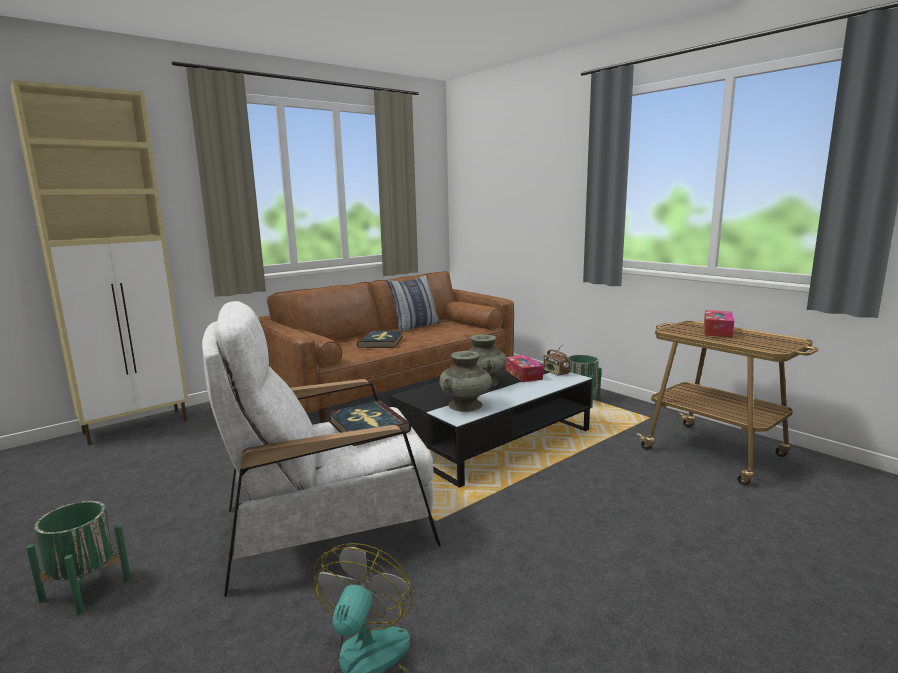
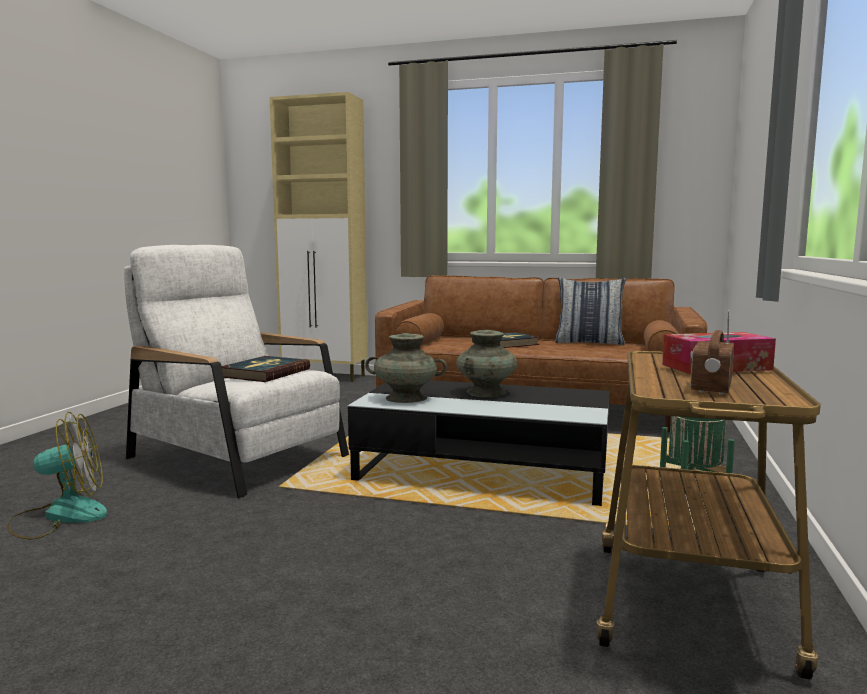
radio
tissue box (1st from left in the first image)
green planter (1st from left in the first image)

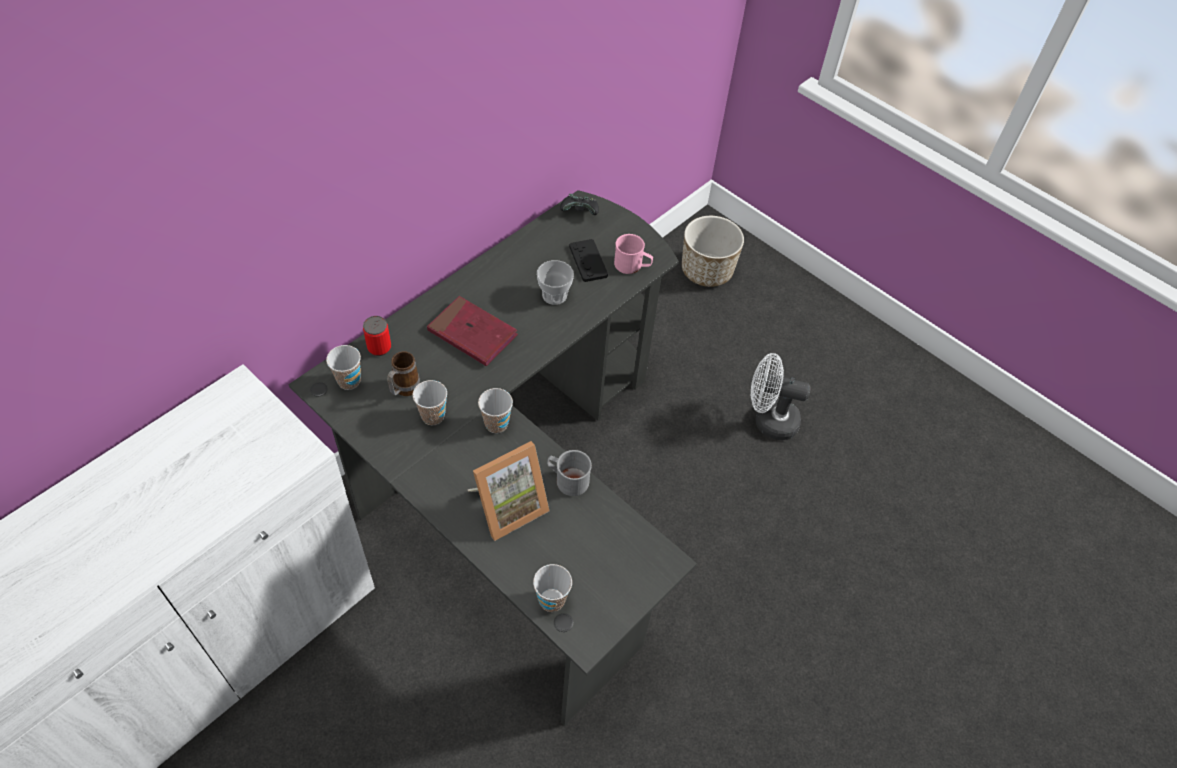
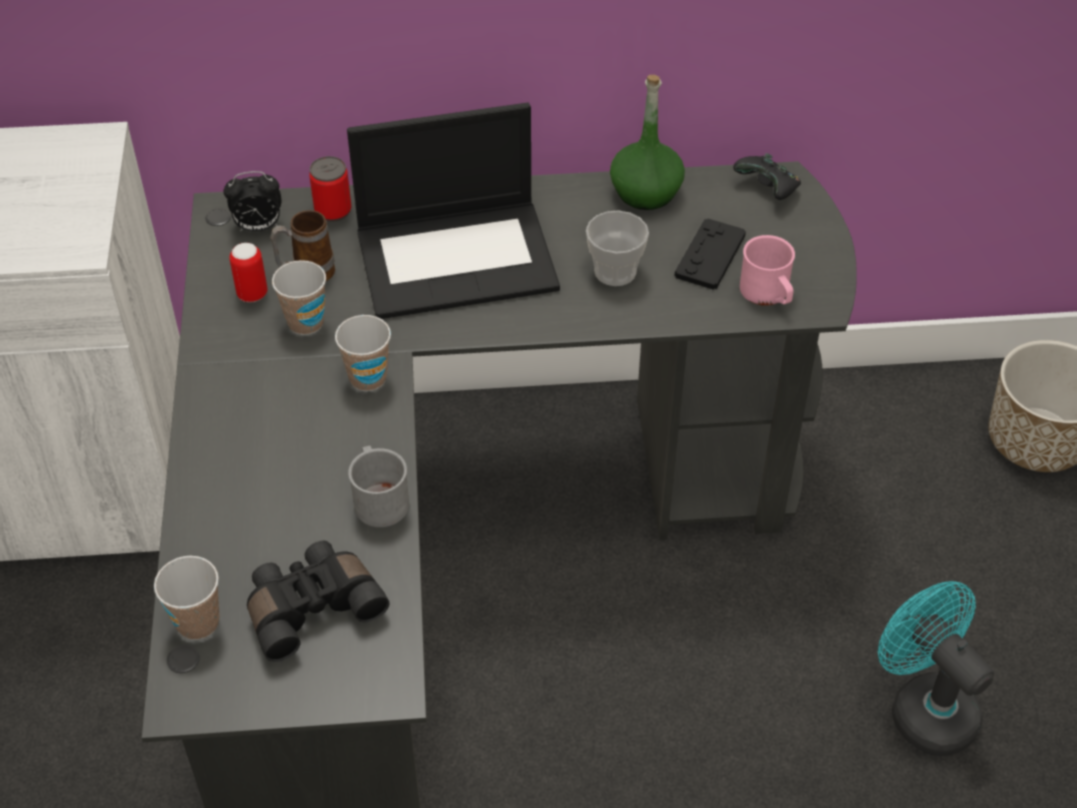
laptop
alarm clock
turquoise fan
picture frame
green bottle
can (1st from left)
black binoculars

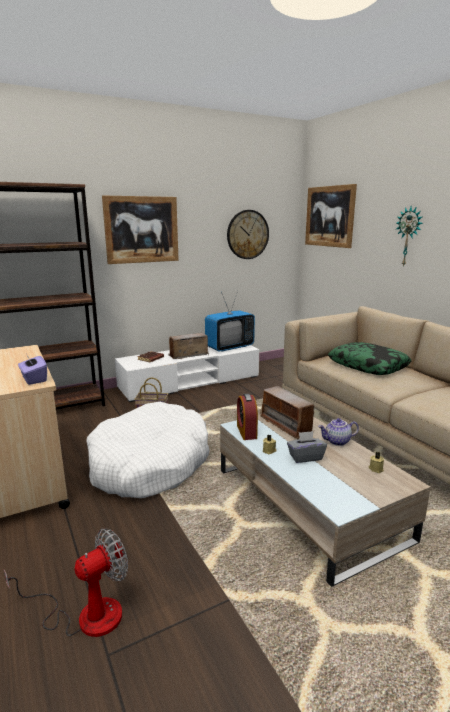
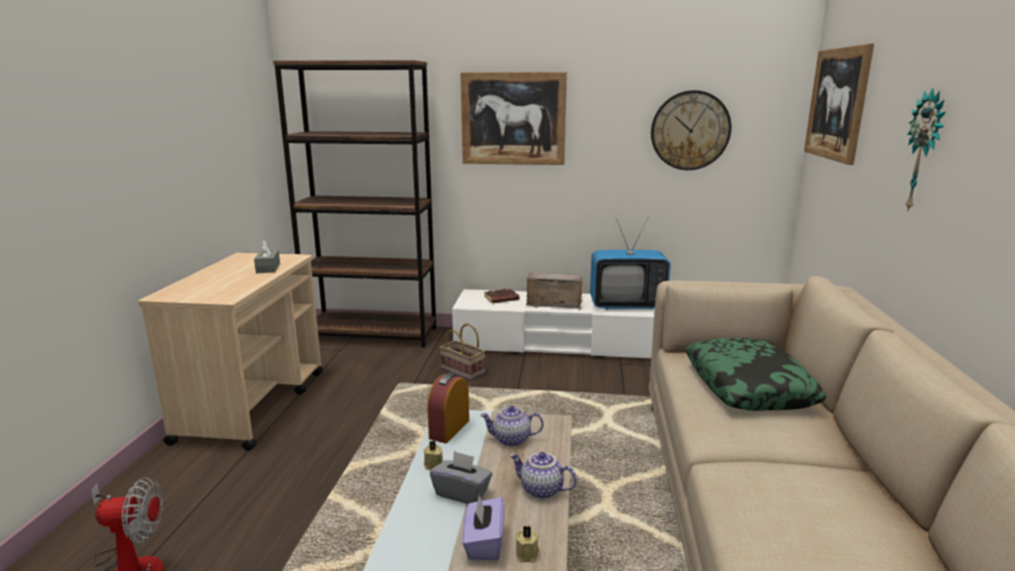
purple tissue box
teapot (1st from left)
white dog bed
grey tissue box (1st from left)

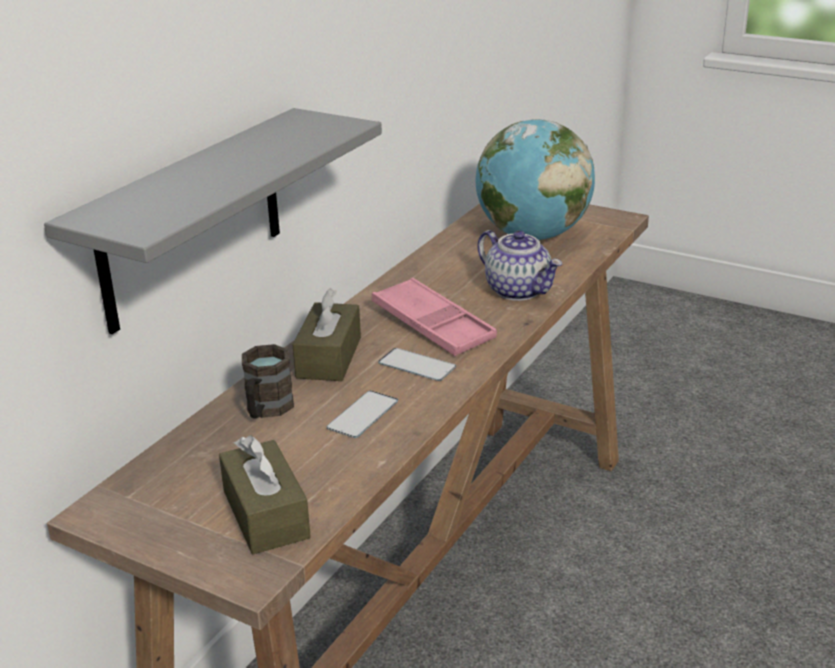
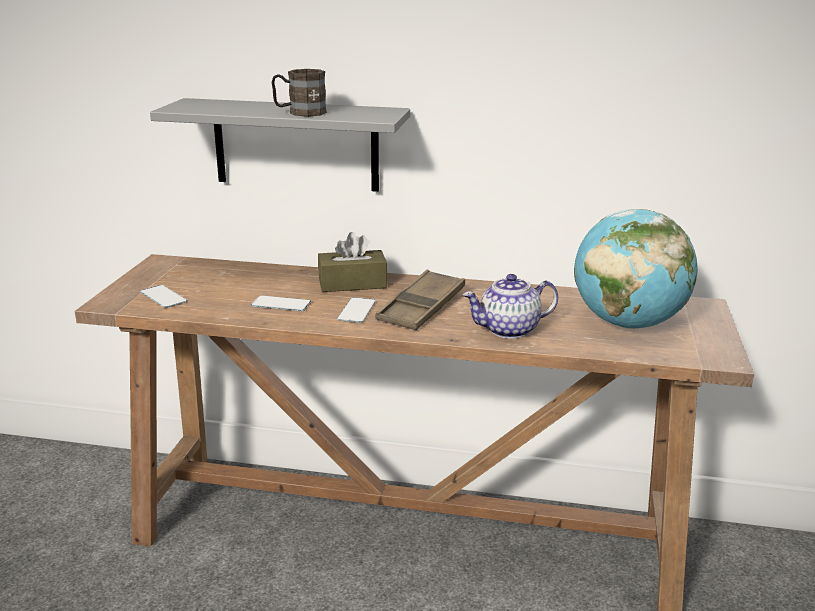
teapot
brown tray
brown mug
phone (1st from left)

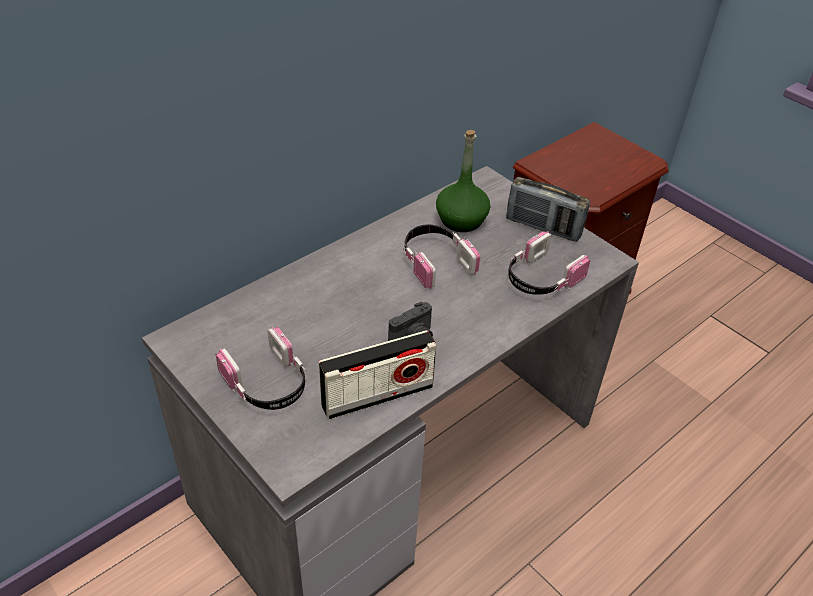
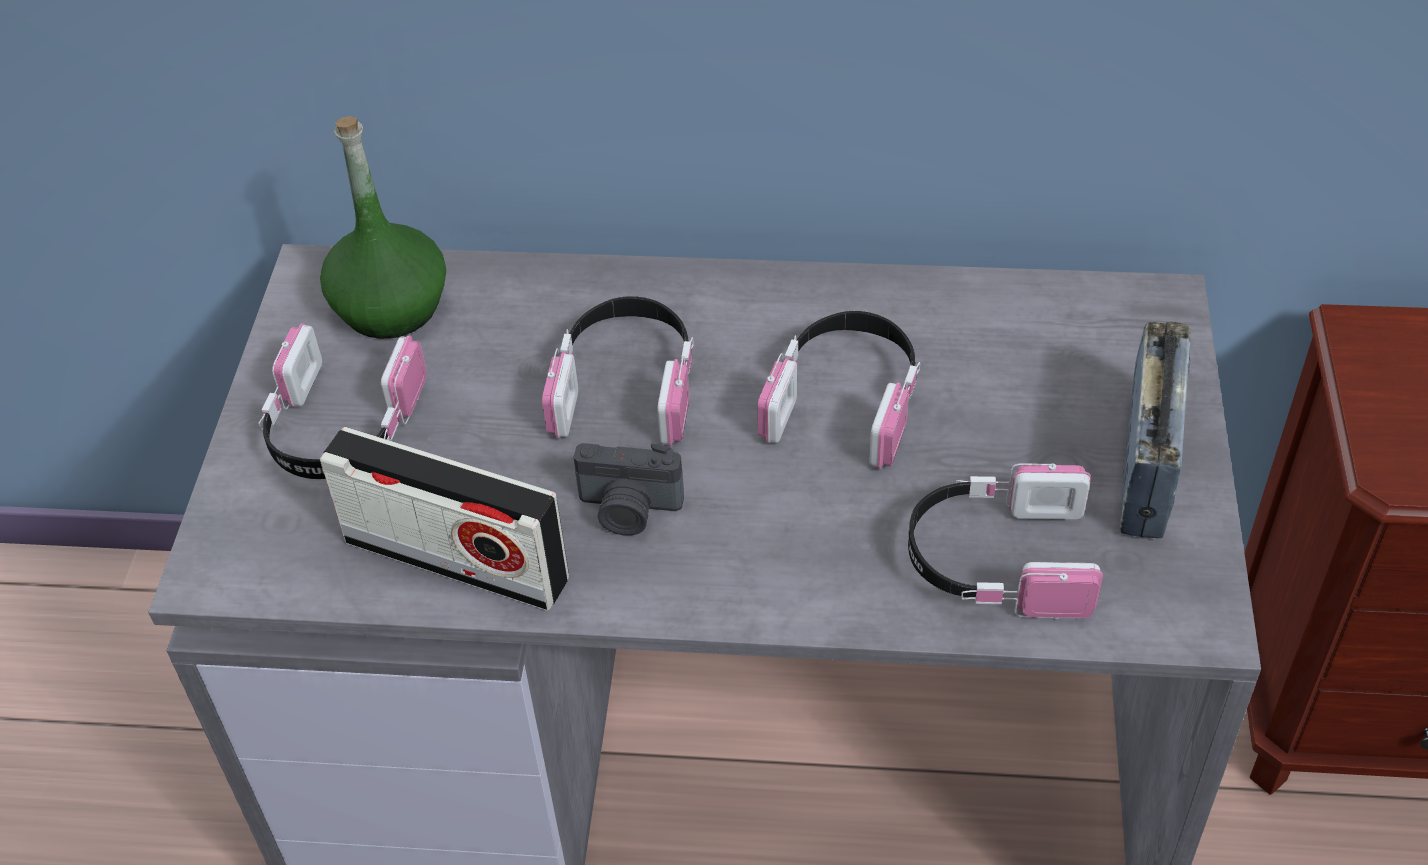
green bottle
radio (2nd from left)
headphones (2nd from left)

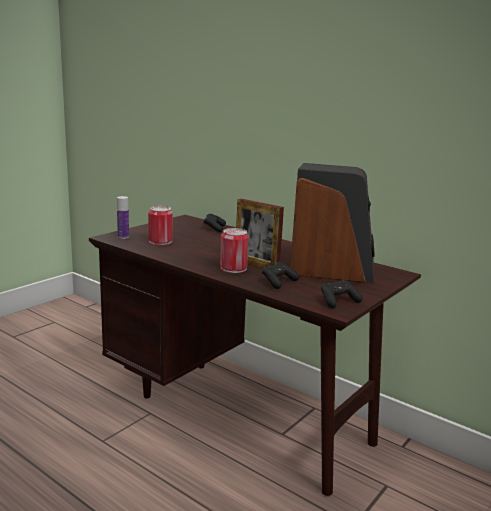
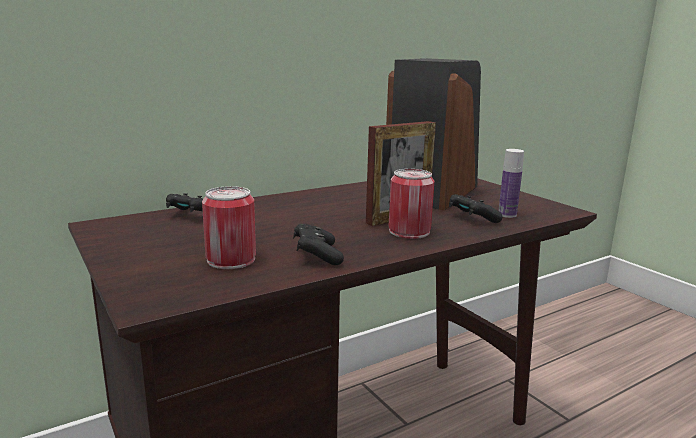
bottle
black game controller (2nd from left)

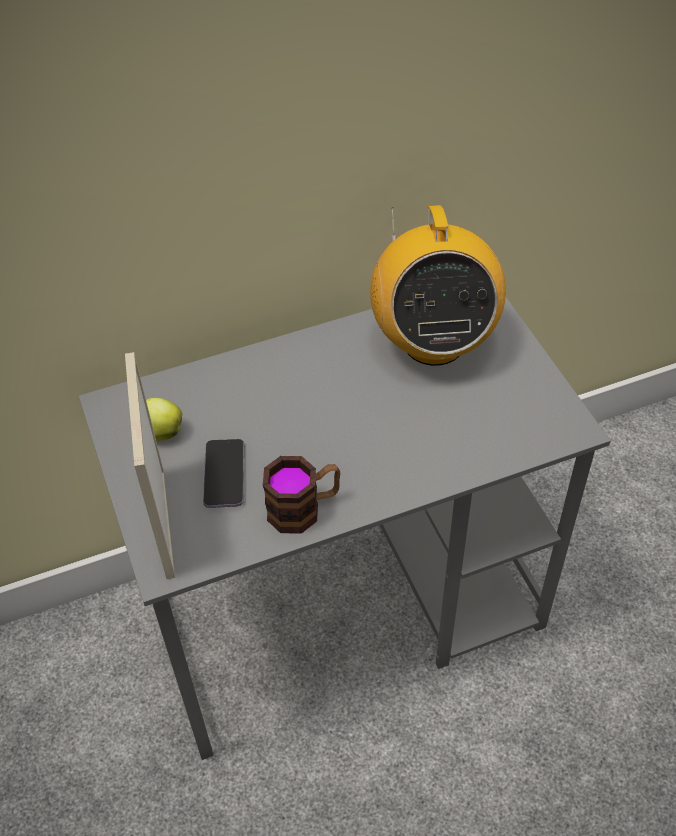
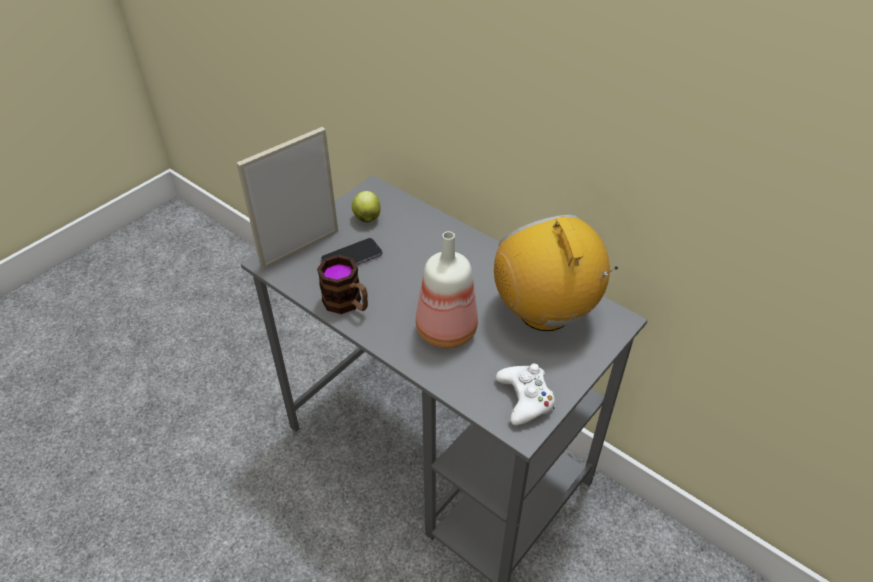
radio
bottle
white game controller

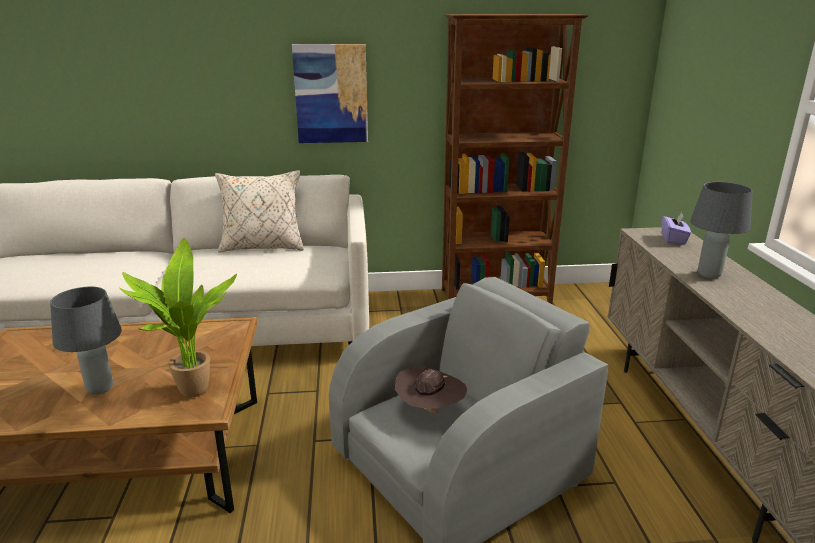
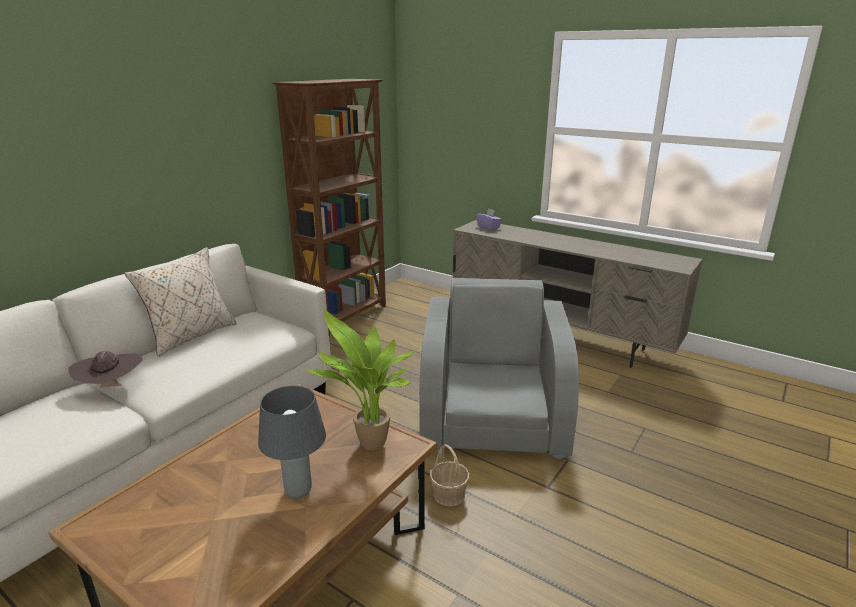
picture
grey table lamp (2nd from left in the first image)
brown hat
basket

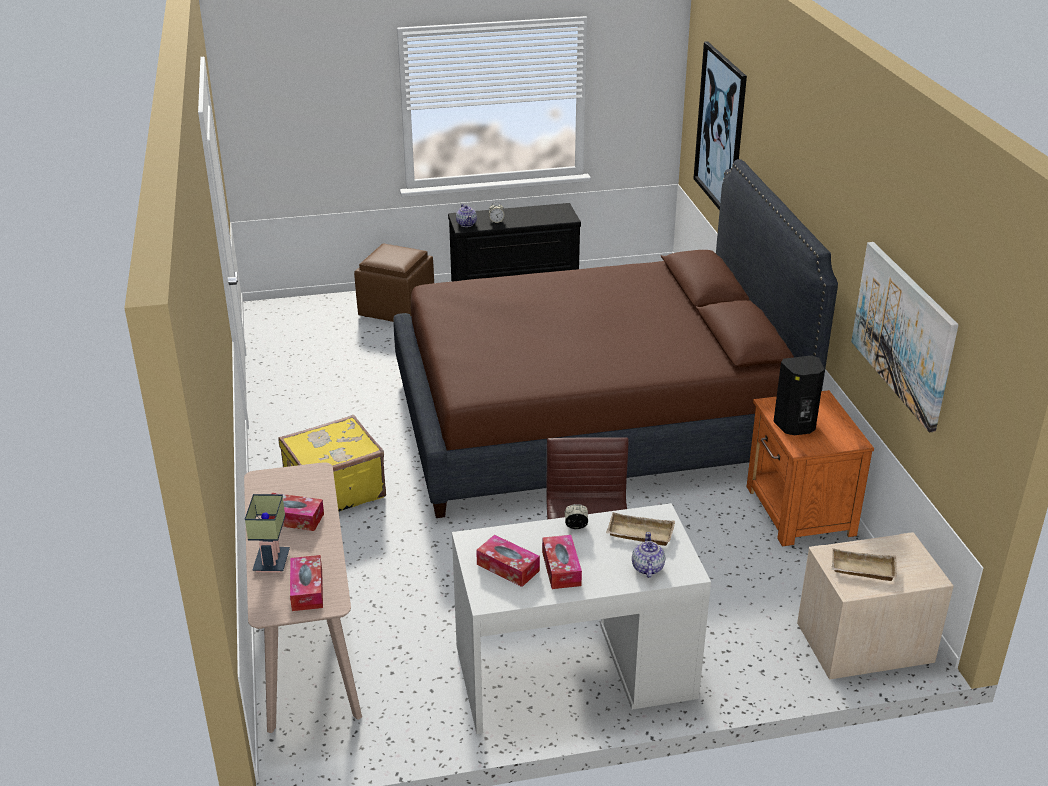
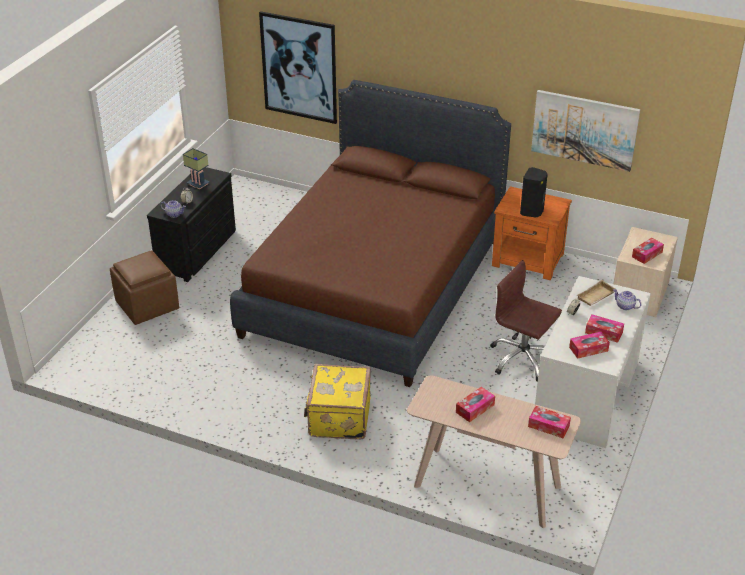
table lamp
tissue box (5th from left)

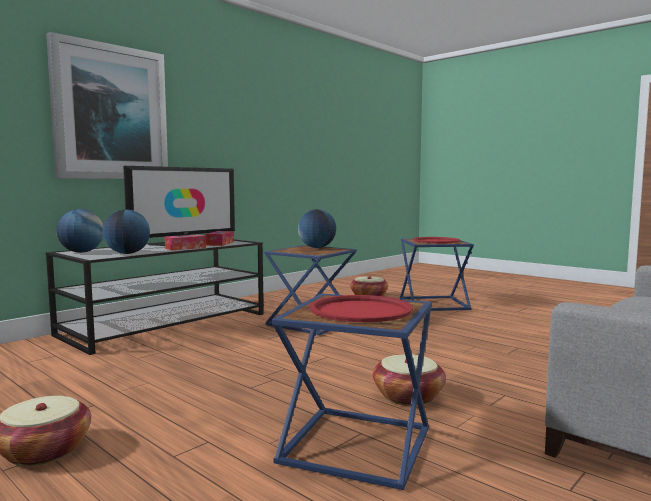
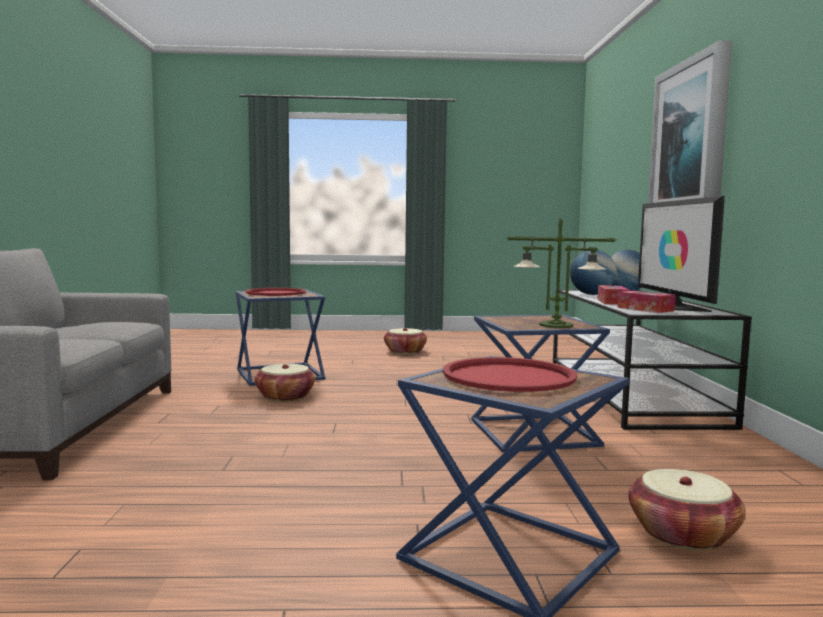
table lamp

